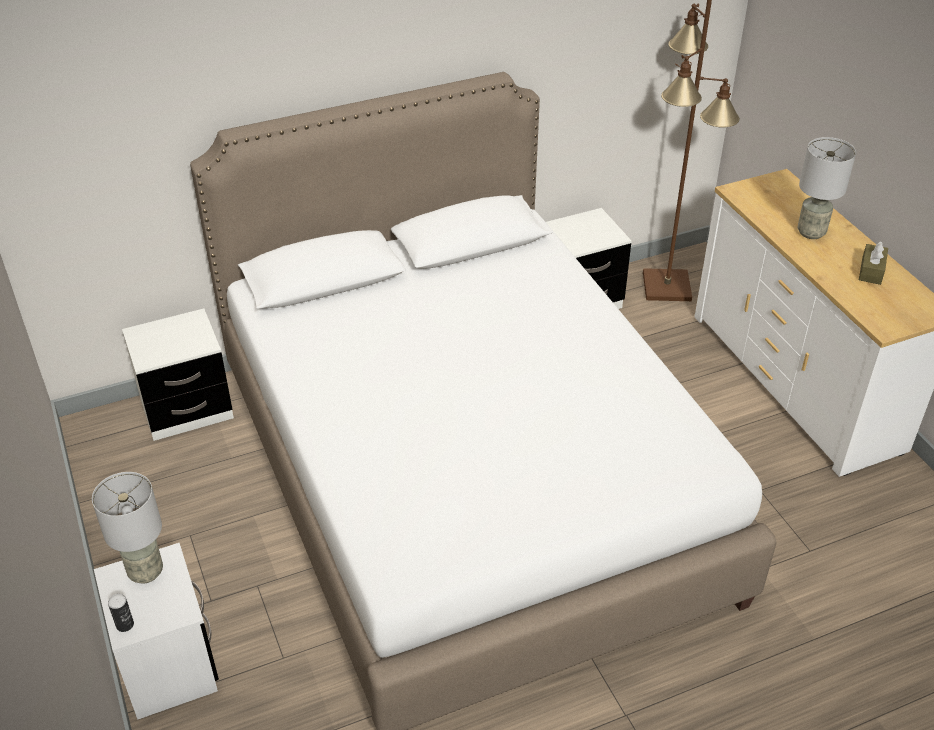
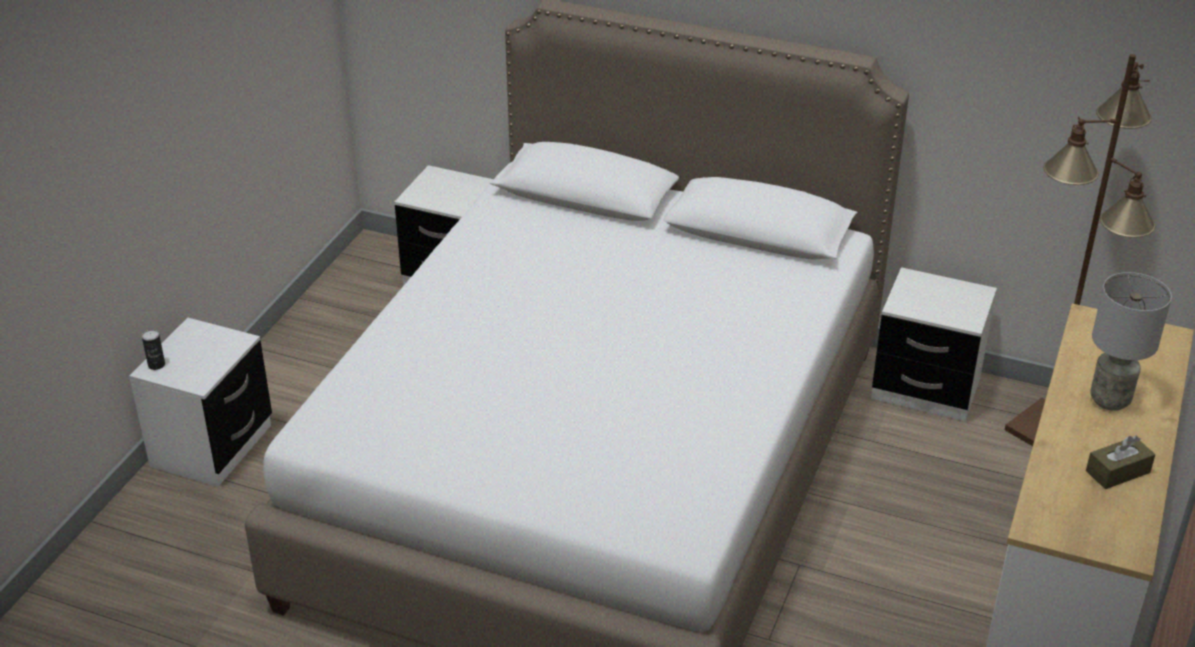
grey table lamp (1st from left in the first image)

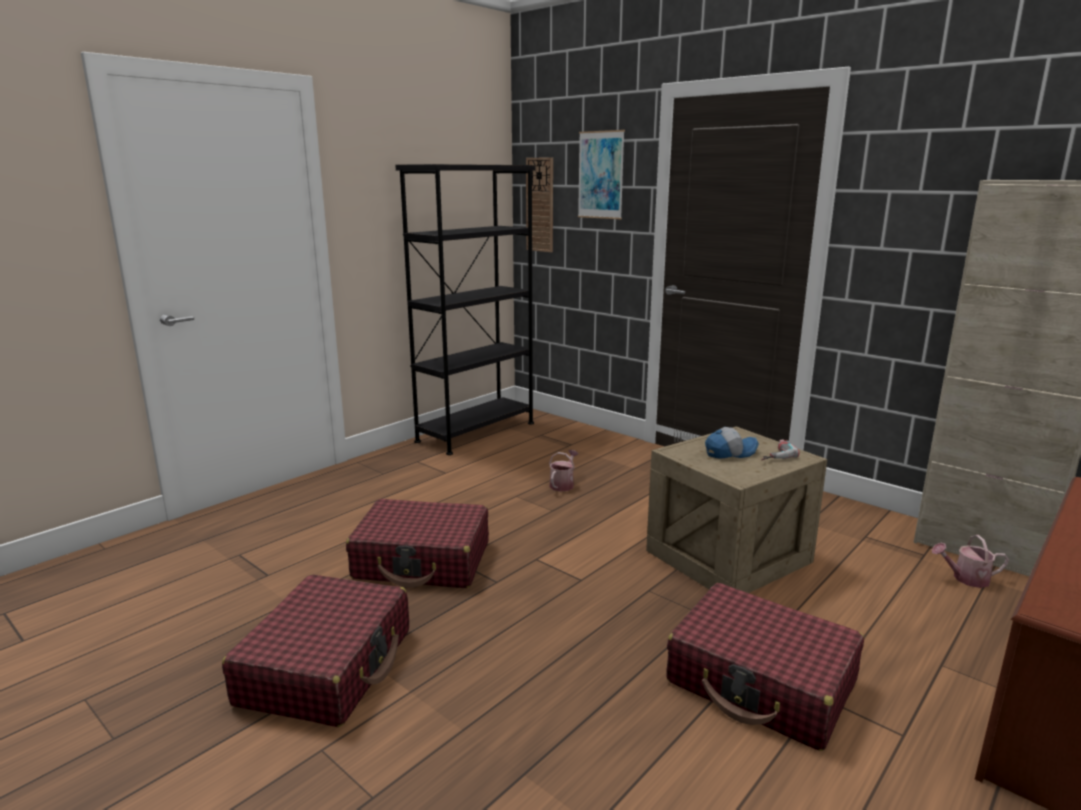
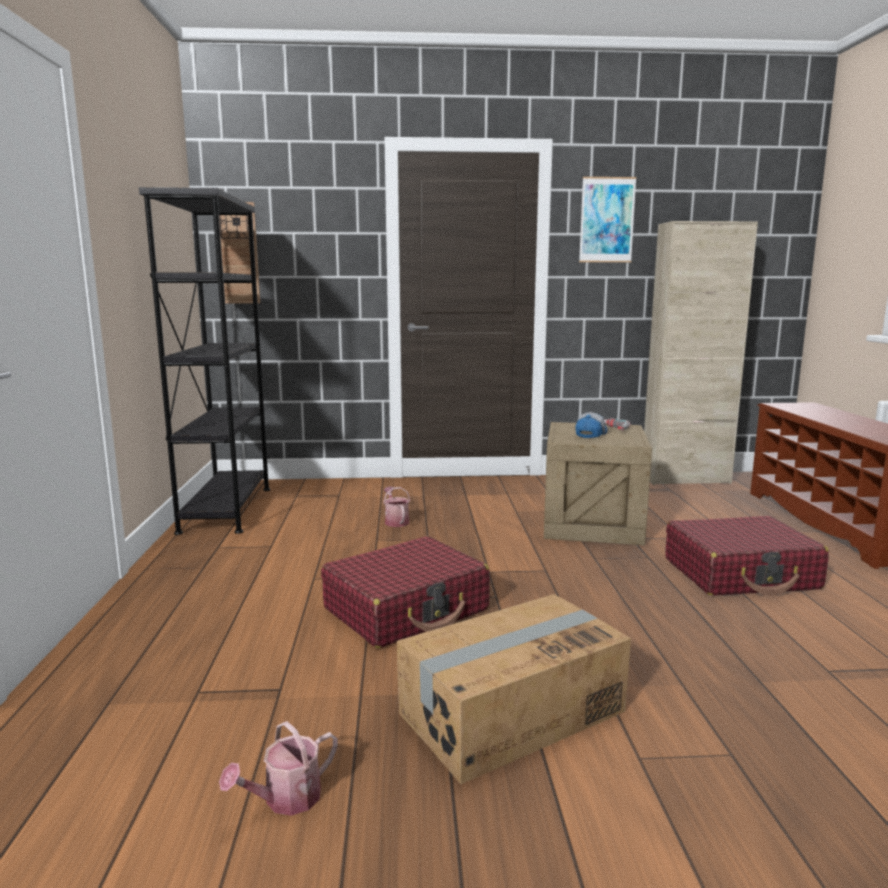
picture
watering can (1st from left)
cardboard box

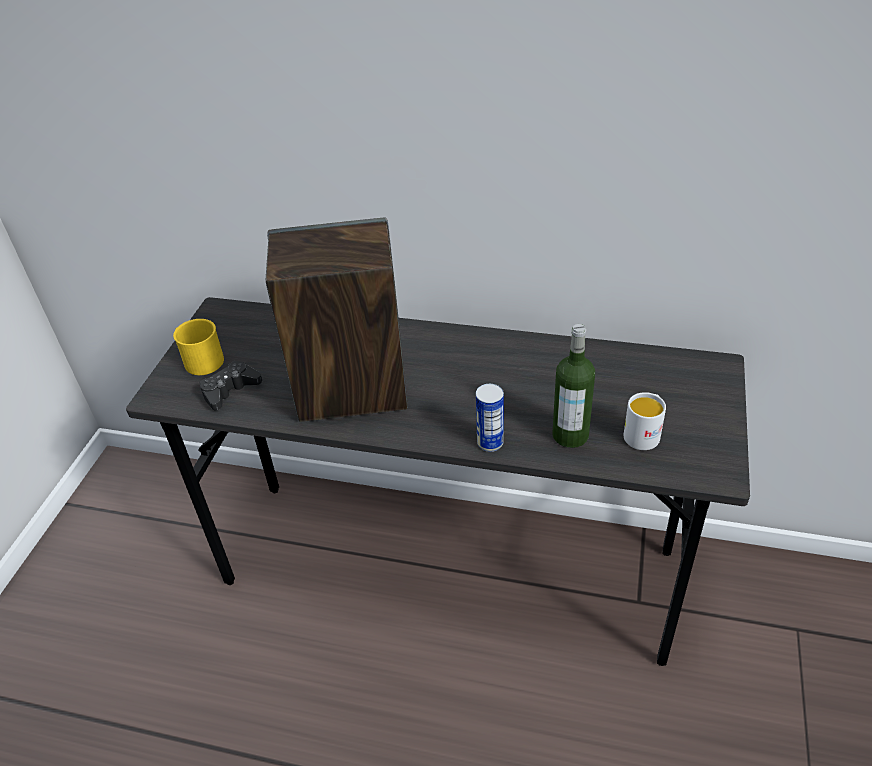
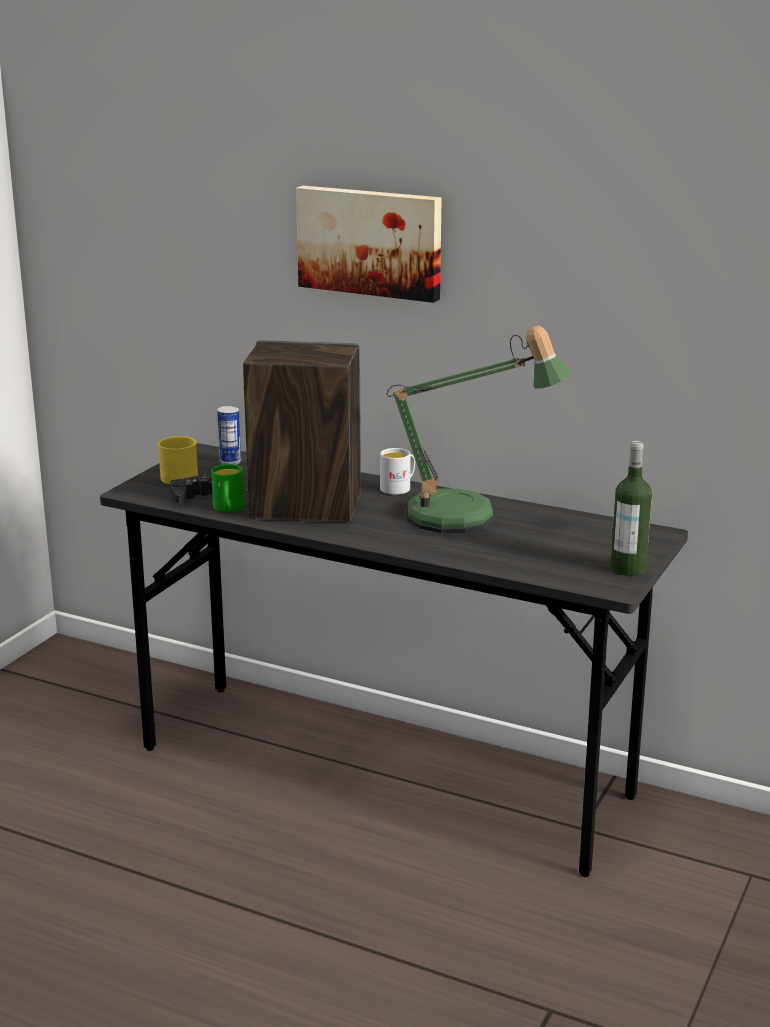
bottle
can
white mug
picture
table lamp
green mug

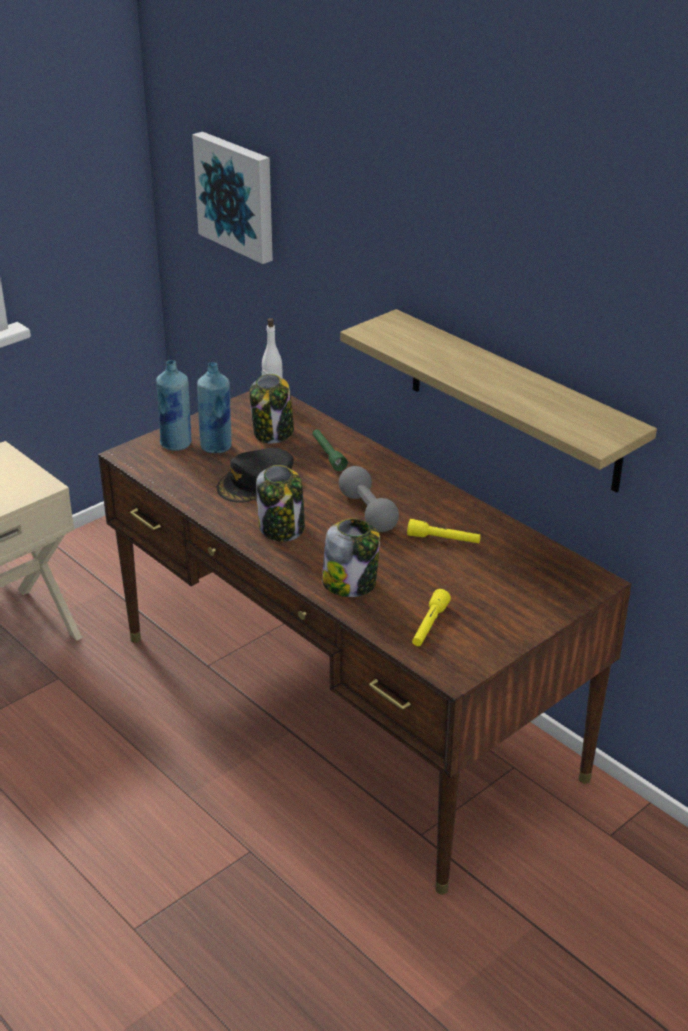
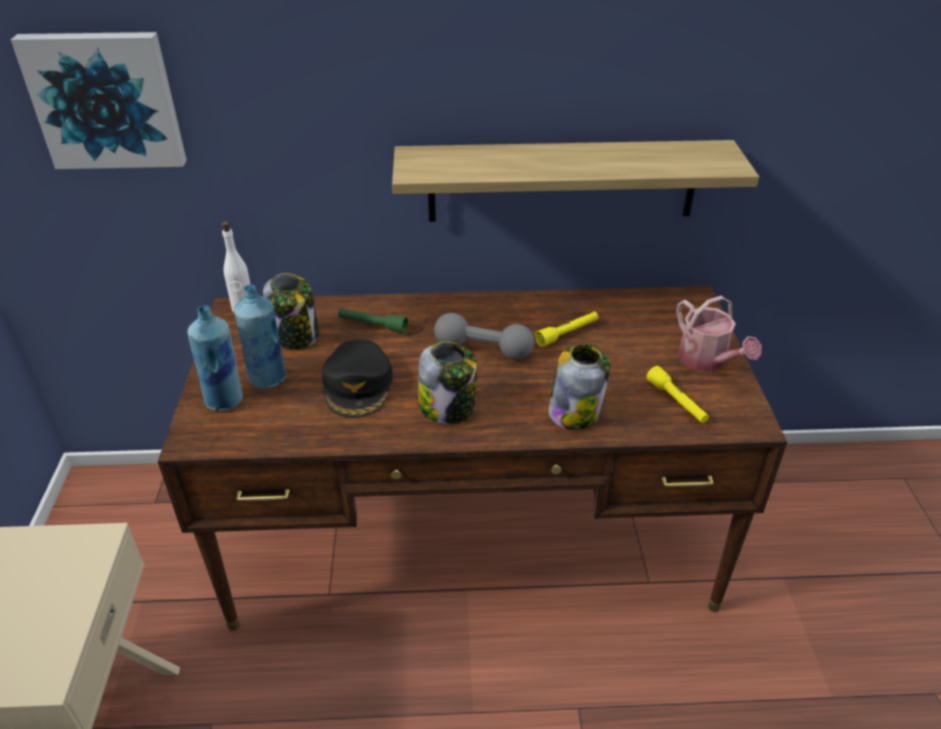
watering can

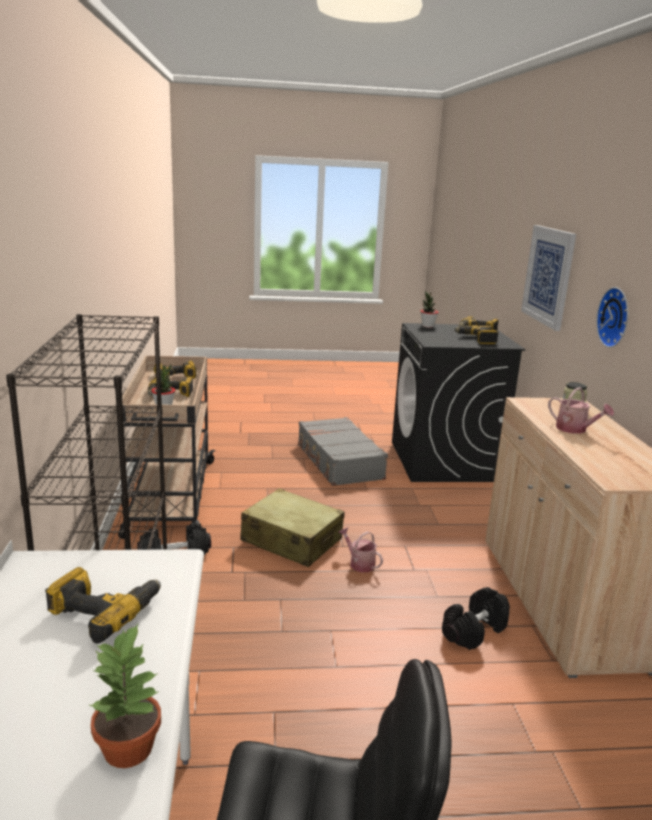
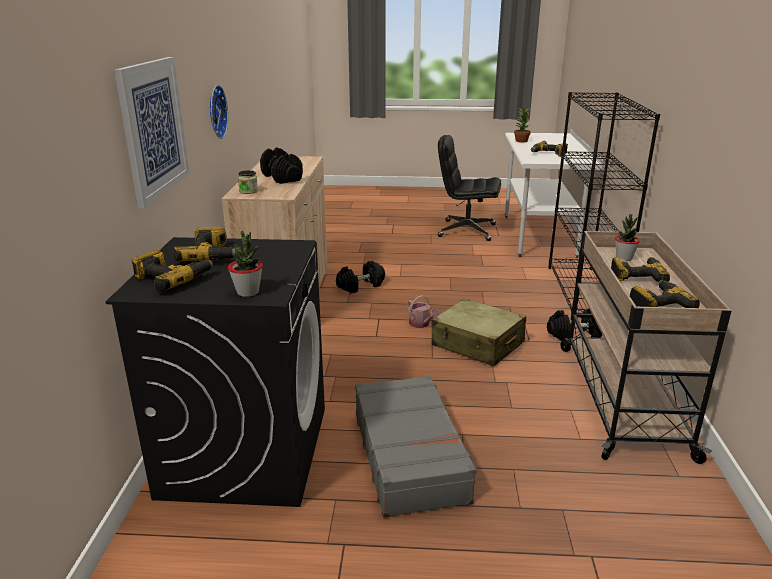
black dumbbell (1st from left)

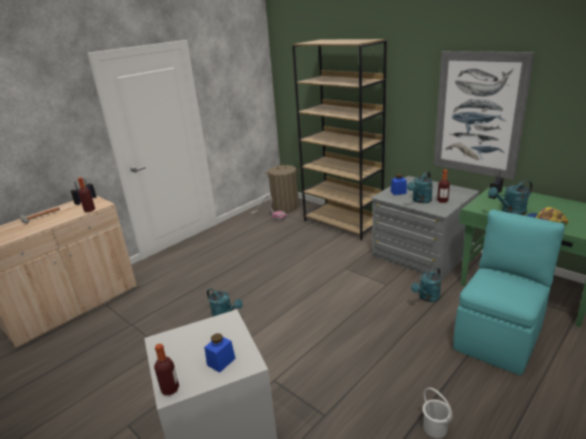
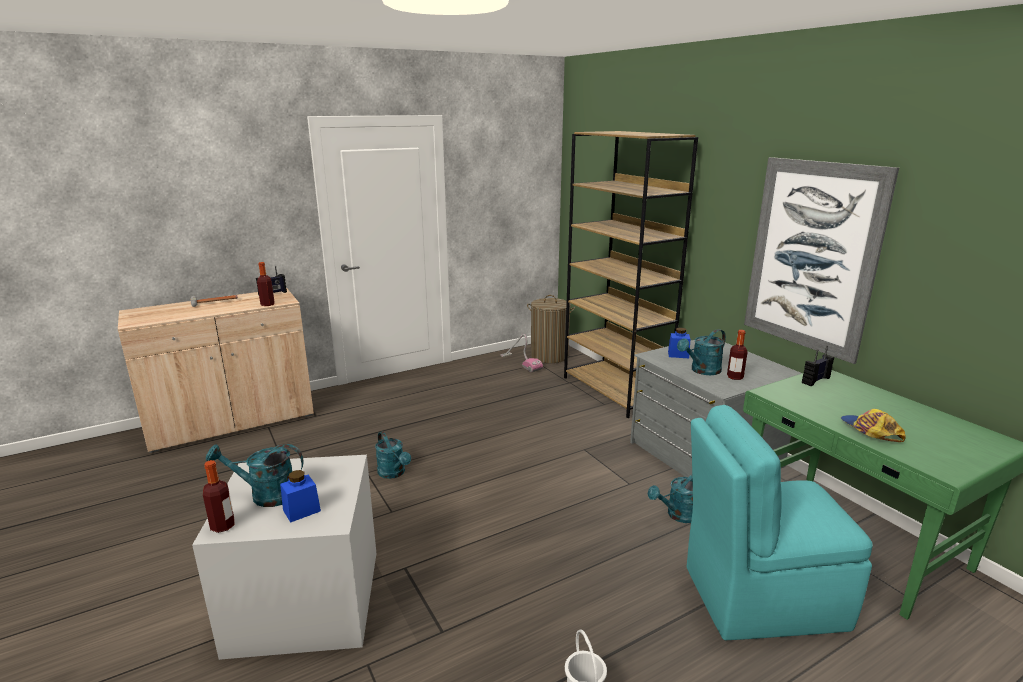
turquoise watering can (1st from left)
turquoise chair

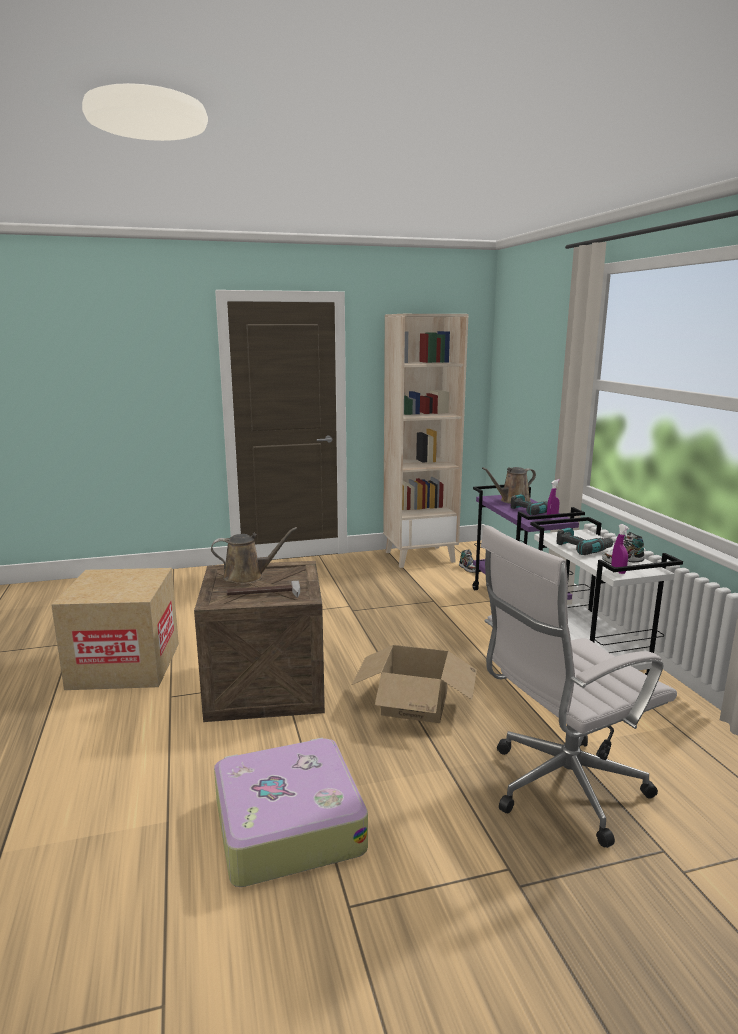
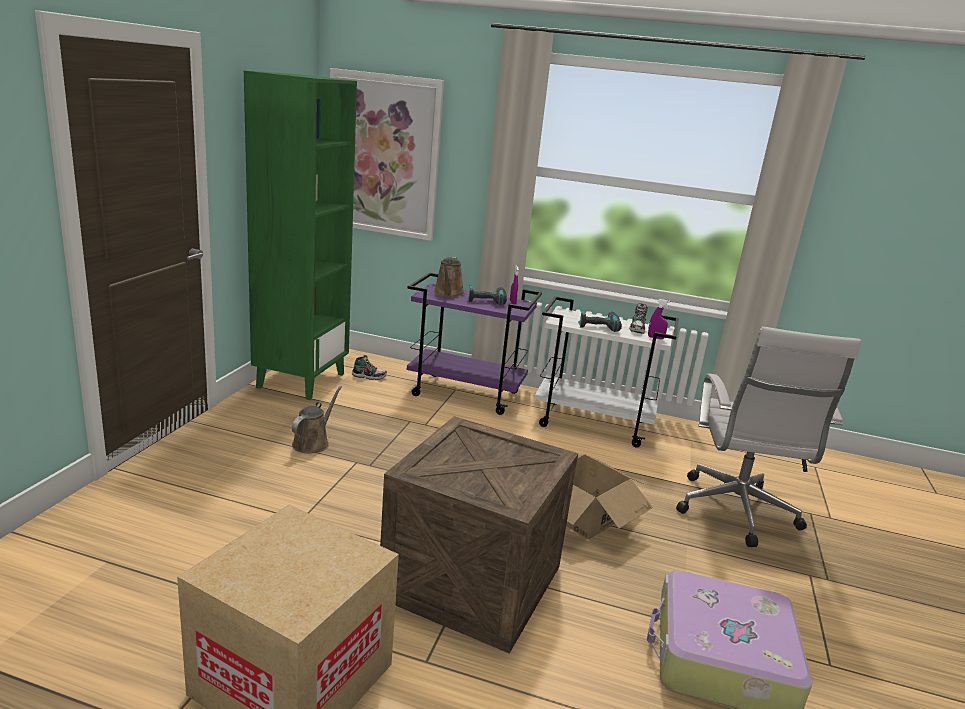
green bookcase
brown watering can (1st from left)
hammer
picture

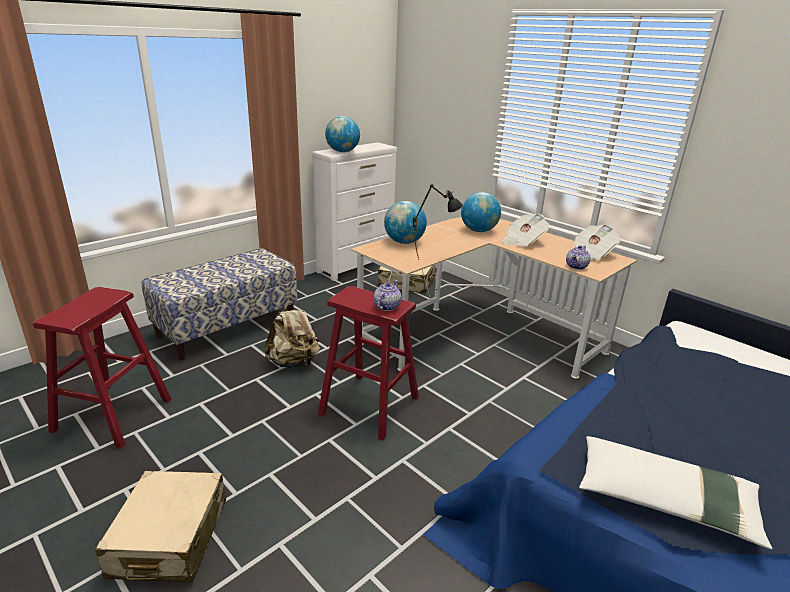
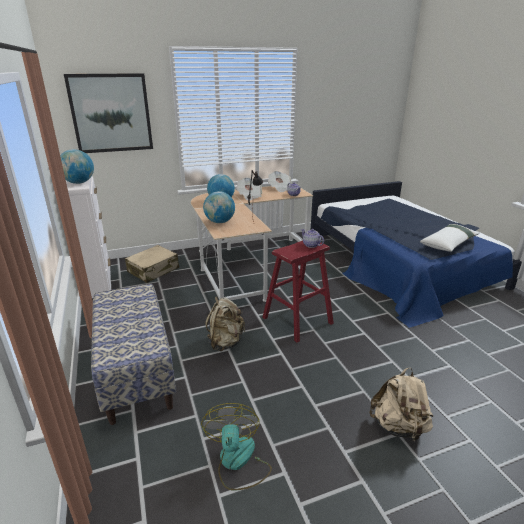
fan
beige backpack (2nd from left)
picture

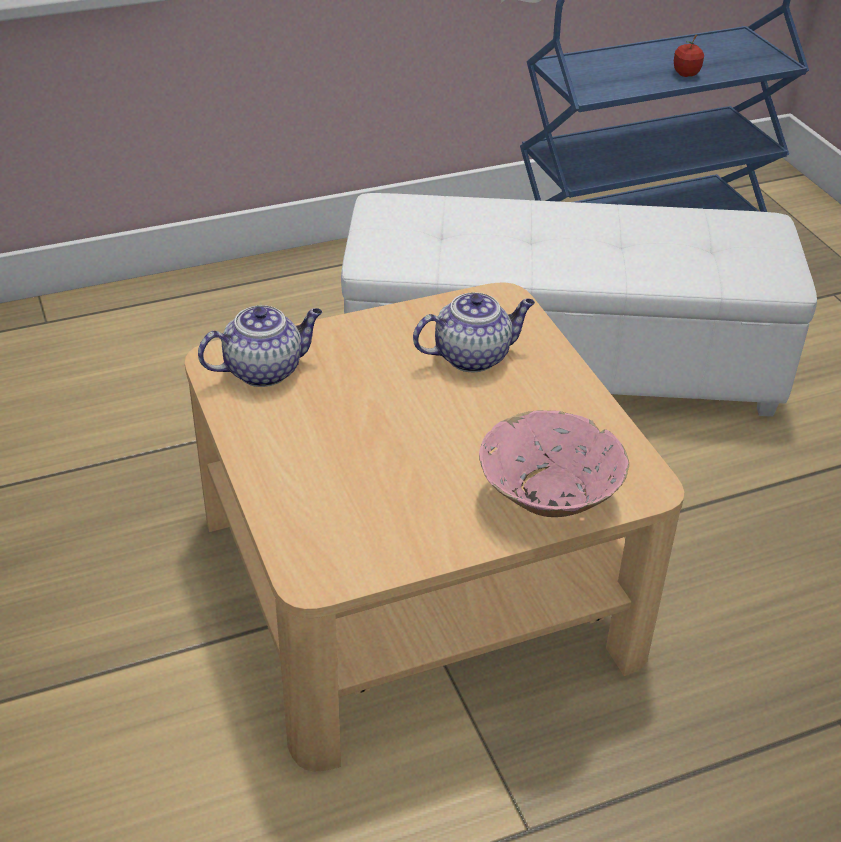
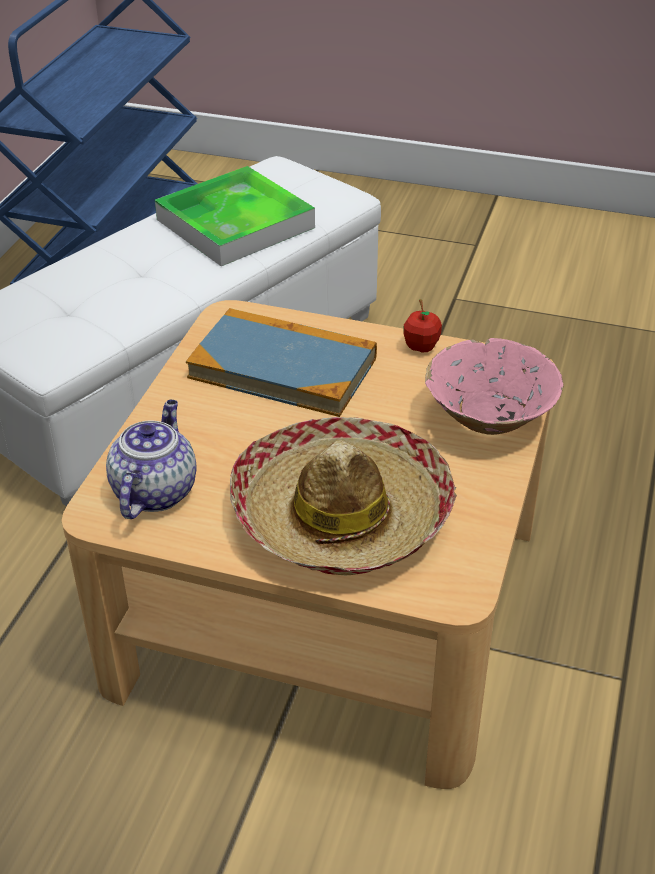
apple
book
tray
hat

